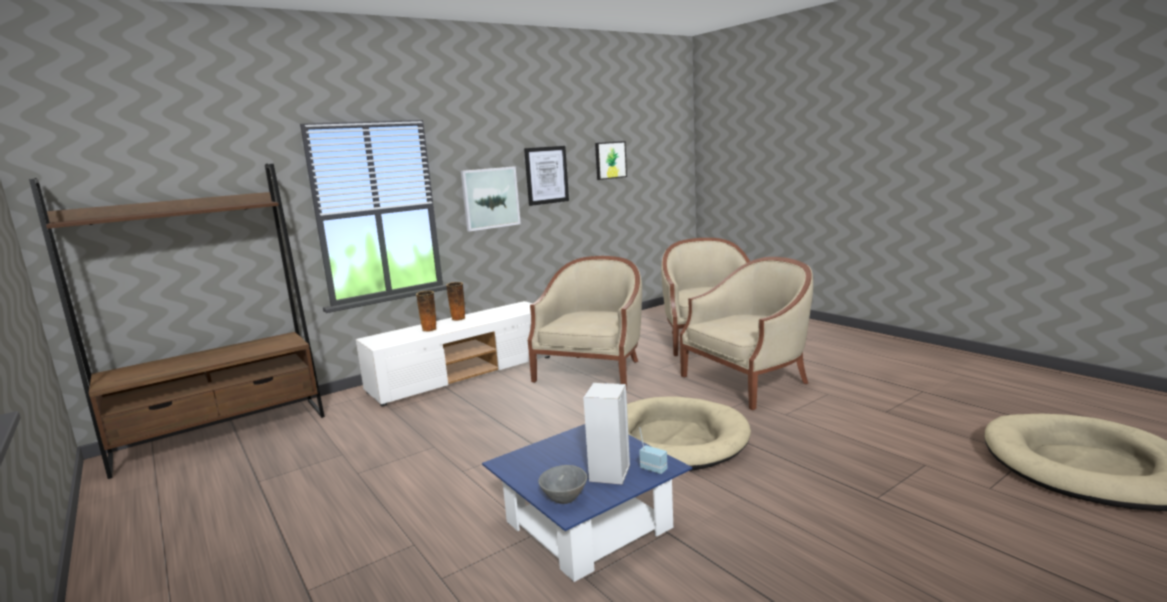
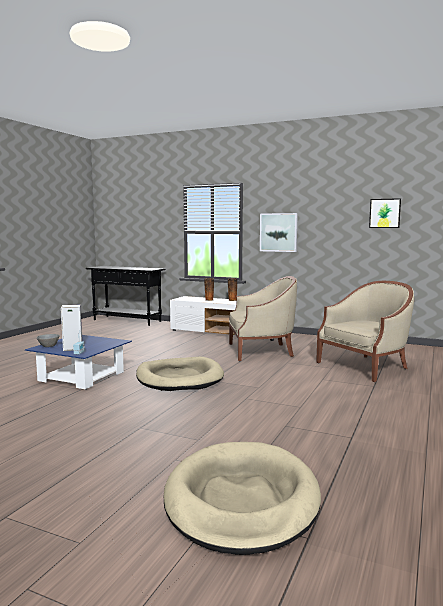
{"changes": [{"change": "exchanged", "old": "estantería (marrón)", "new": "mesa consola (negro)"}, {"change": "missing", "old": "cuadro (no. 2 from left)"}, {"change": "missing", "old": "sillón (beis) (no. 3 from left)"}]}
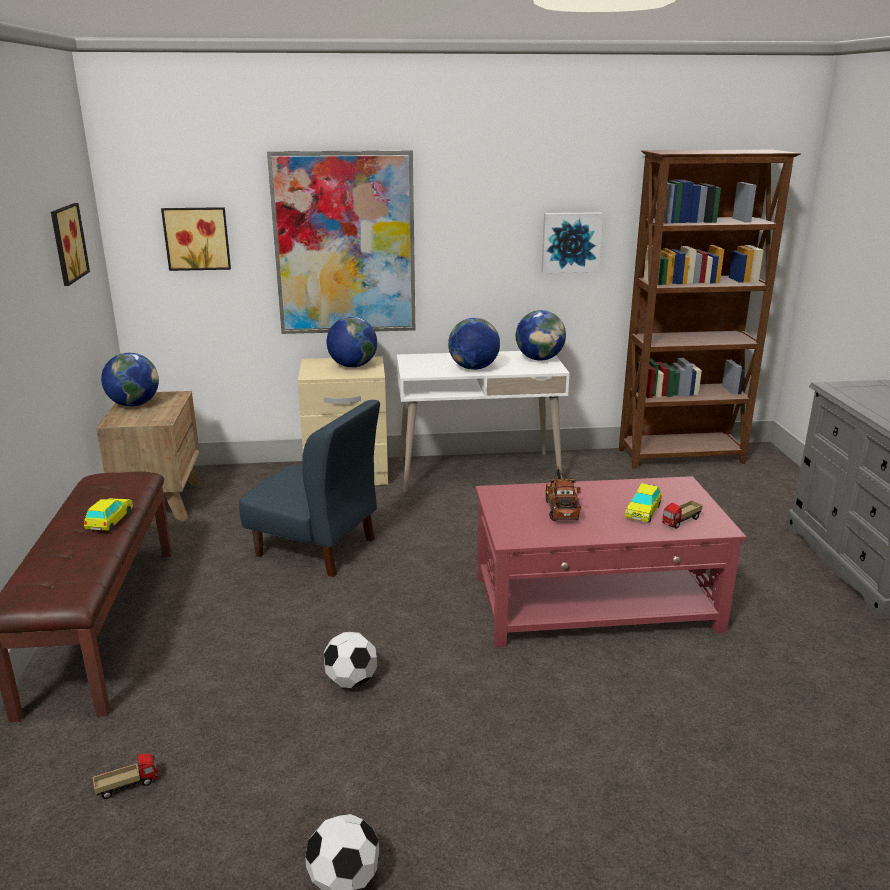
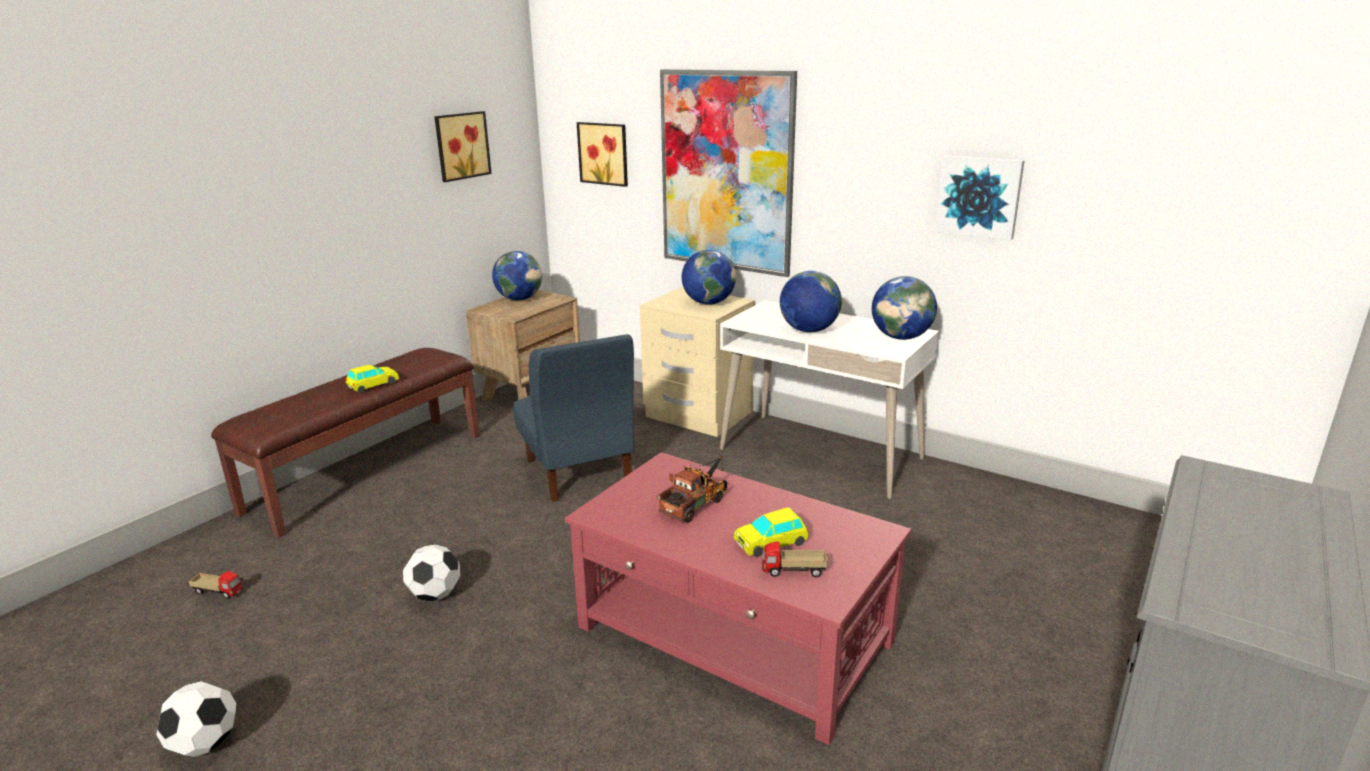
{"changes": [{"change": "missing", "old": "estantería (marrón)"}]}
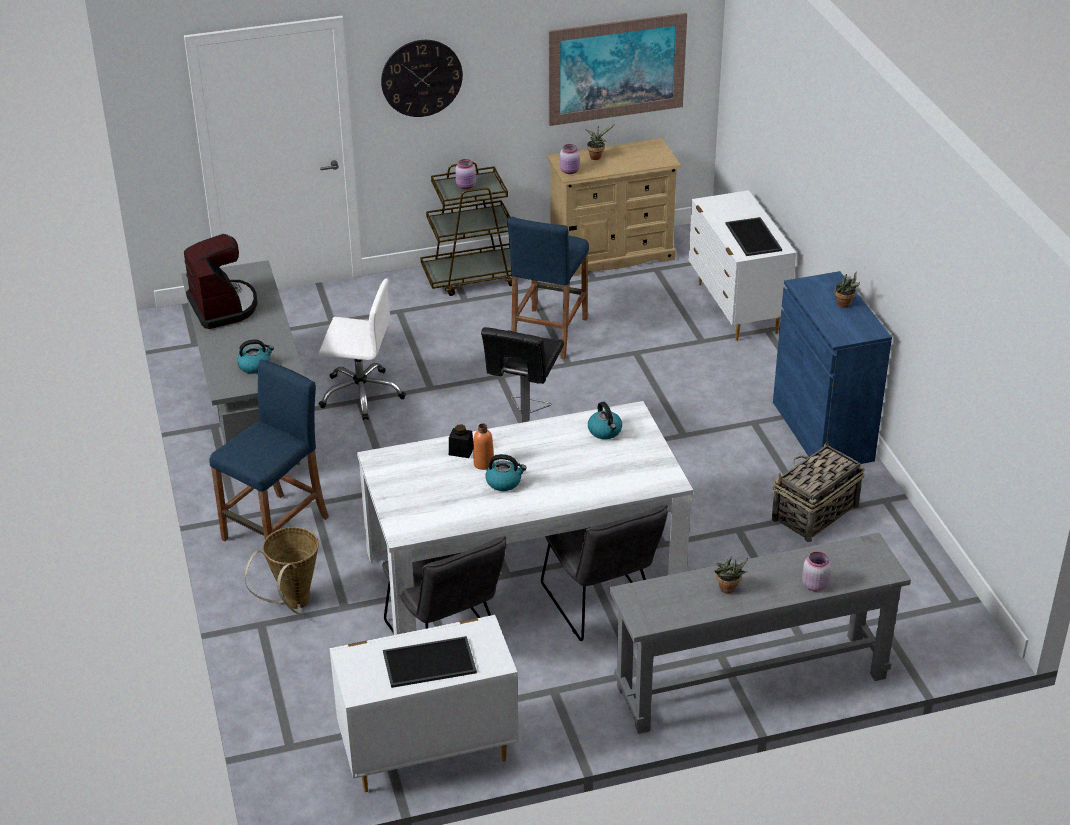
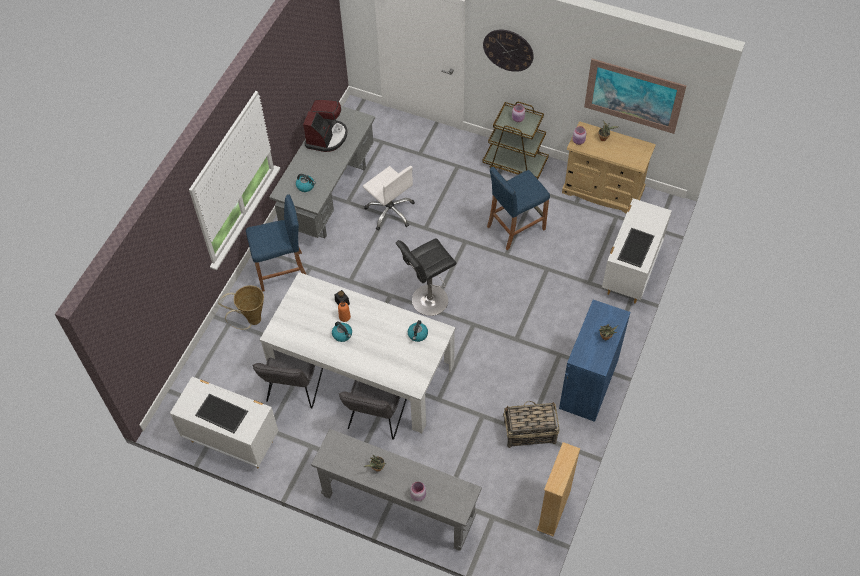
{"changes": [{"change": "appeared", "new": "estantería (beis)"}]}
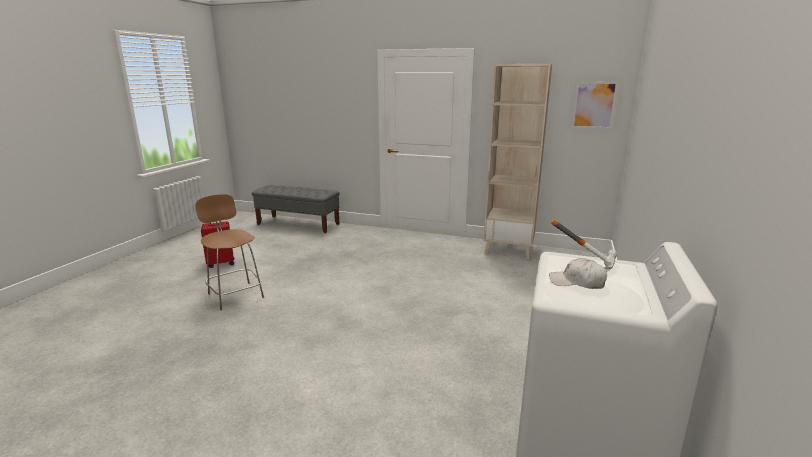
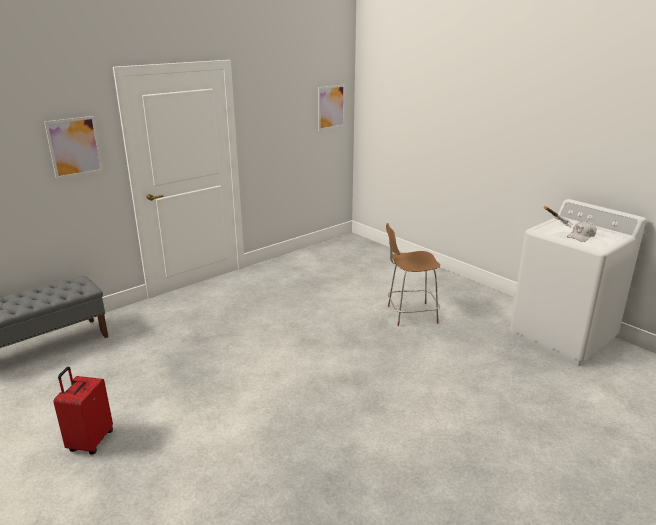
{"changes": [{"change": "relocated", "old": "silla (marrón)"}, {"change": "missing", "old": "estantería (beis)"}, {"change": "appeared", "new": "cuadro (no. 1 from left)"}]}
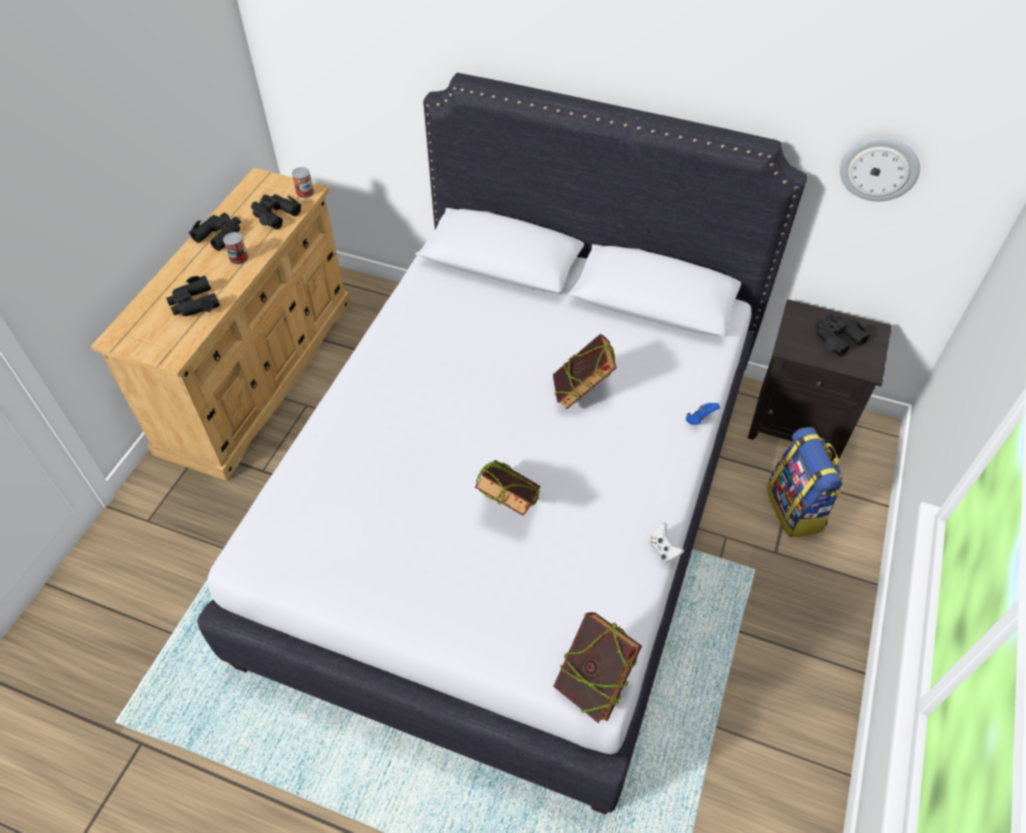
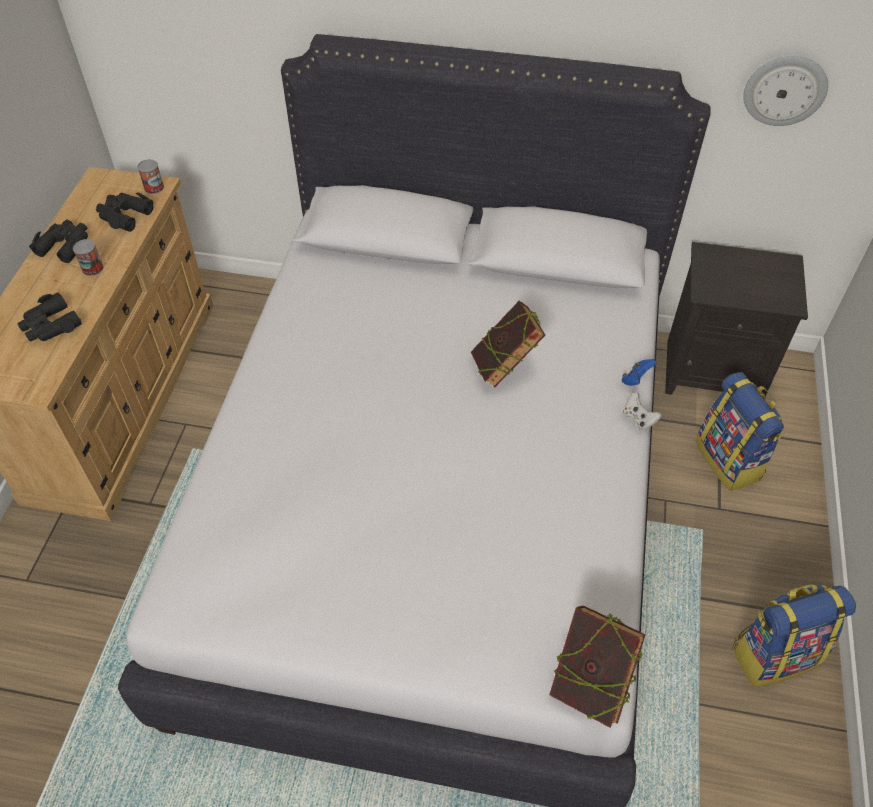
{"changes": [{"change": "missing", "old": "libro (no. 1 from left)"}, {"change": "relocated", "old": "mando de consola (blanco)"}, {"change": "missing", "old": "prismáticos (negro) (no. 4 from left)"}, {"change": "appeared", "new": "mochila (no. 2 from left)"}]}
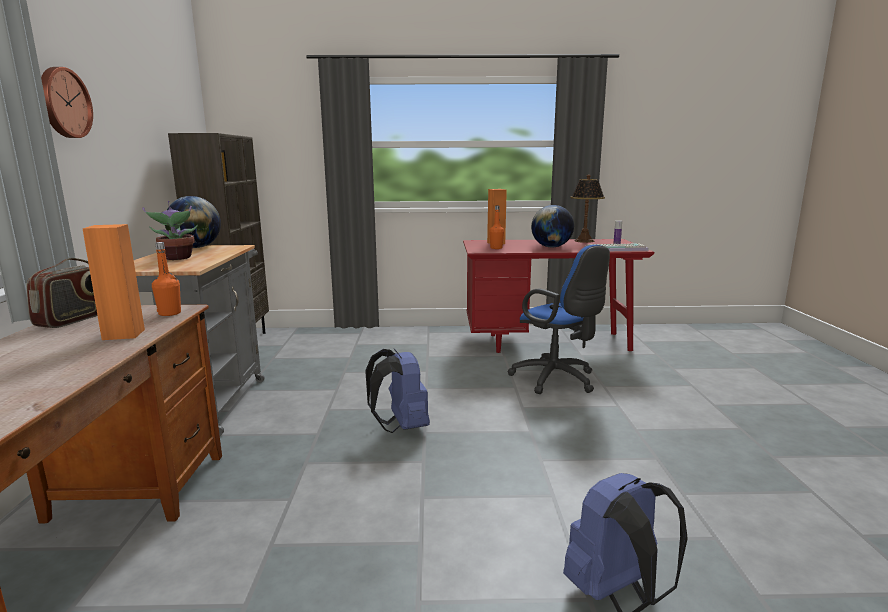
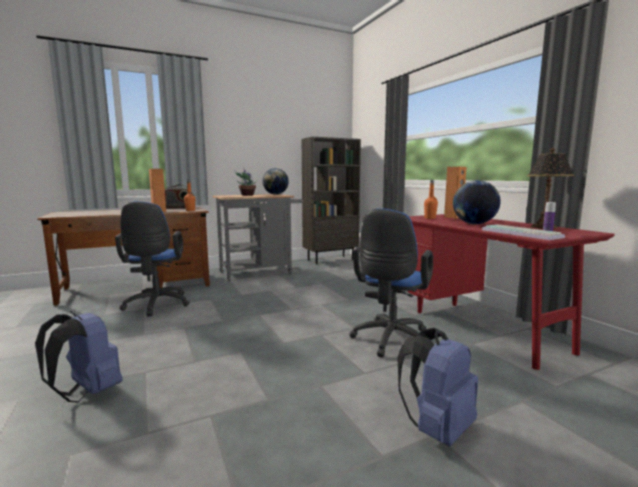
{"changes": [{"change": "missing", "old": "reloj de pared"}, {"change": "relocated", "old": "mochila (azul) (no. 1 from left in the first image)", "new": "mochila (azul) (no. 2 from left)"}, {"change": "appeared", "new": "silla de oficina (azul) (no. 1 from left)"}]}
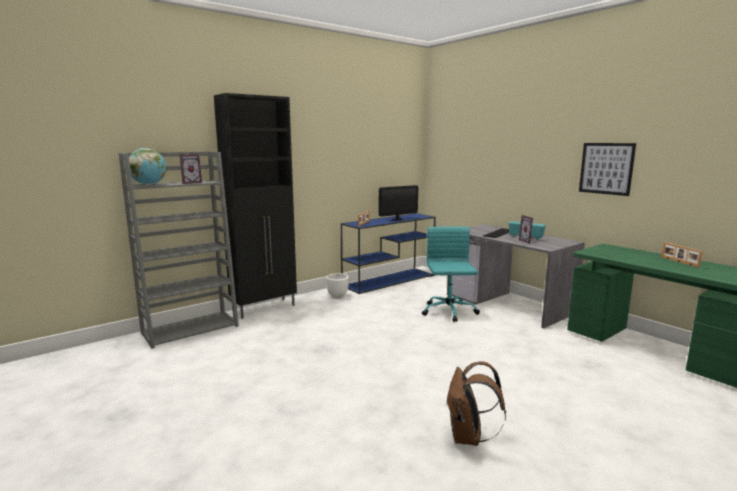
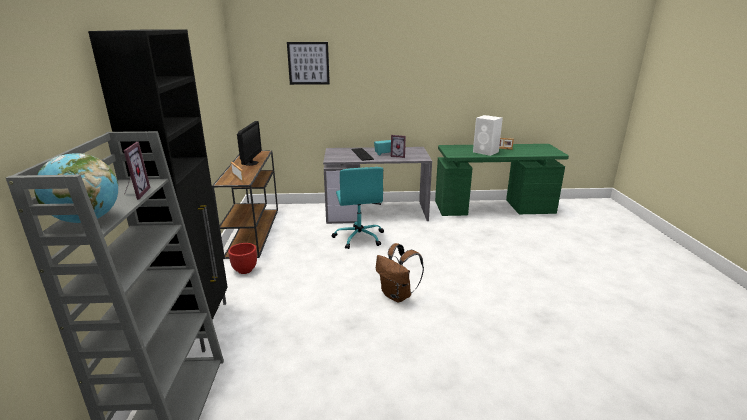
{"changes": [{"change": "colour", "old": "maceta (blanco)", "new": "maceta (rojo)"}, {"change": "colour", "old": "mesa consola (azul)", "new": "mesa consola (marrón)"}, {"change": "spun", "old": "silla de oficina (turquesa)", "degrees": -135}, {"change": "relocated", "old": "mochila (marrón)"}, {"change": "relocated", "old": "cuadro"}, {"change": "appeared", "new": "altavoz (blanco)"}]}
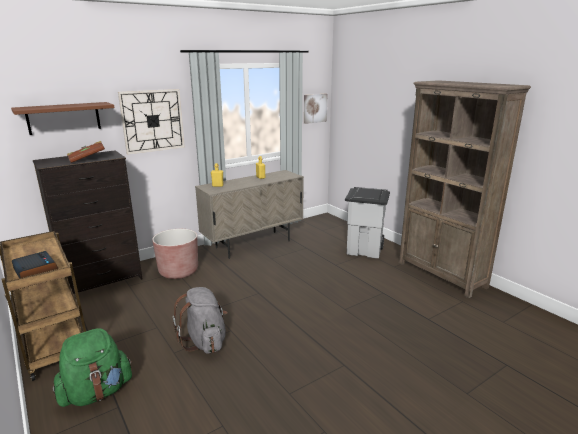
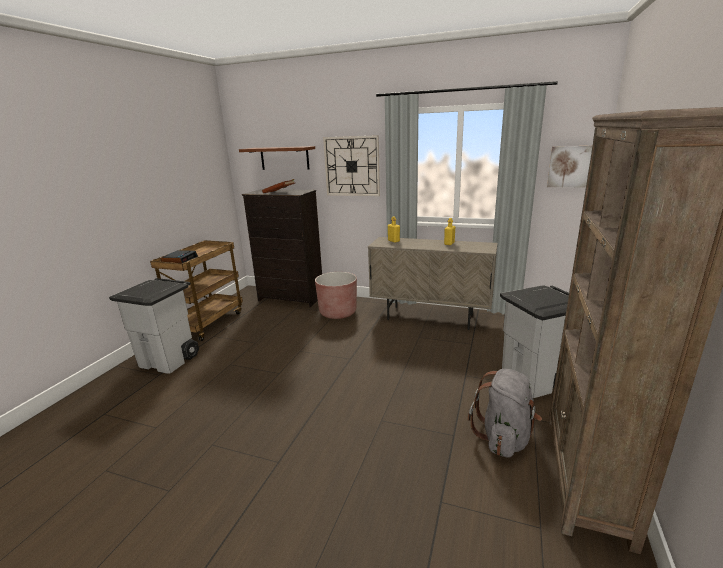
{"changes": [{"change": "exchanged", "old": "mochila (verde)", "new": "papelera (gris) (no. 1 from left)"}, {"change": "relocated", "old": "mochila (gris)"}]}
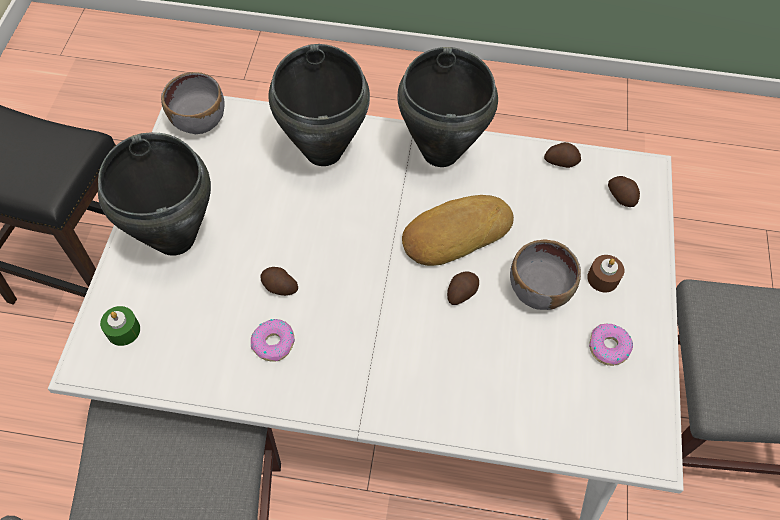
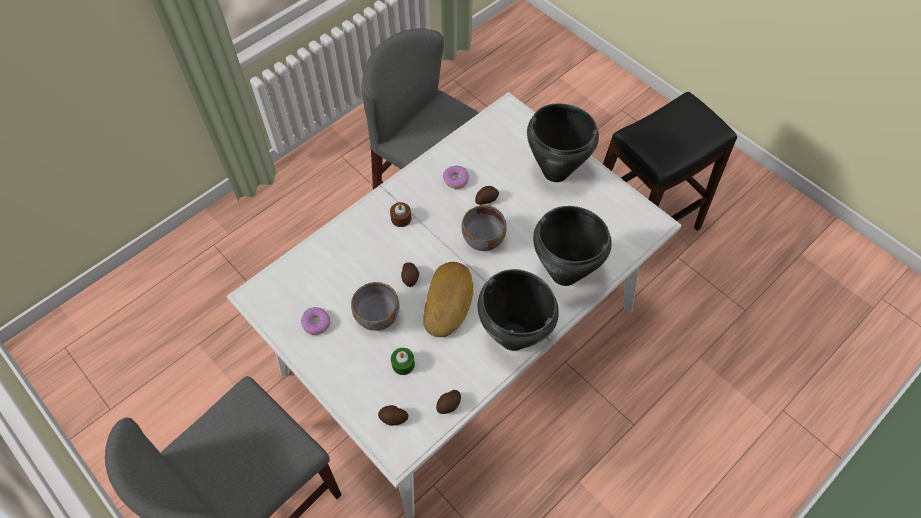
{"changes": [{"change": "relocated", "old": "vela (verde)"}, {"change": "relocated", "old": "cuenco (gris) (no. 1 from left in the first image)", "new": "cuenco (gris) (no. 2 from left)"}, {"change": "relocated", "old": "vela (marrón)"}]}
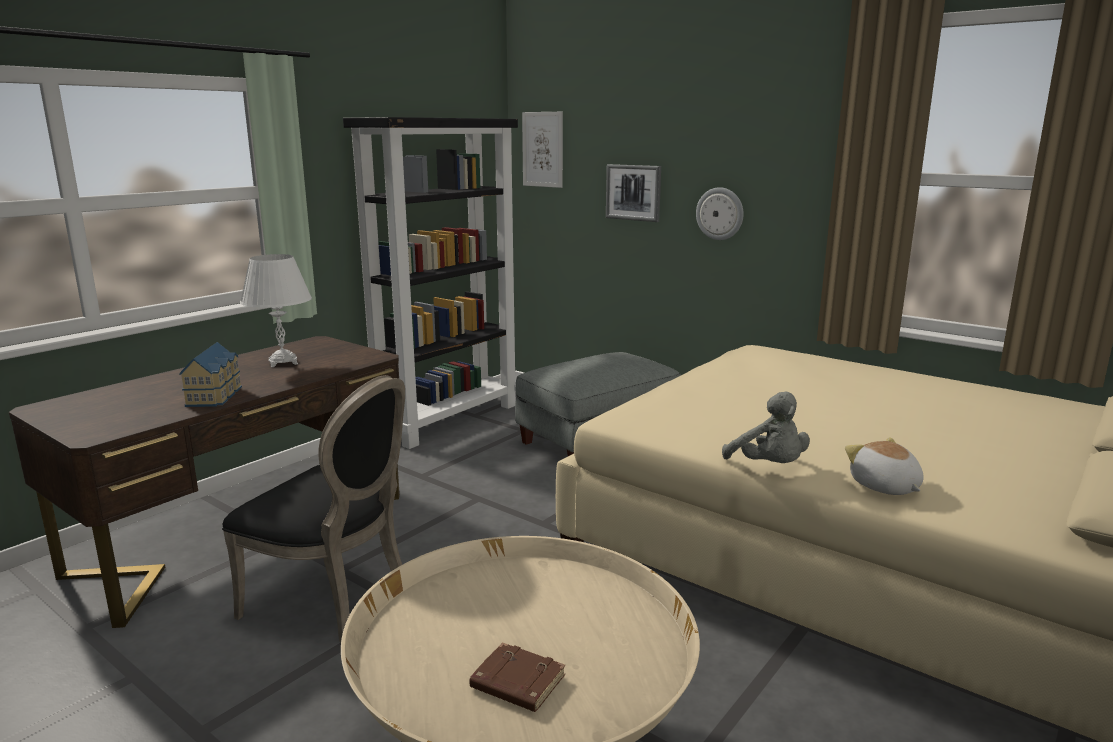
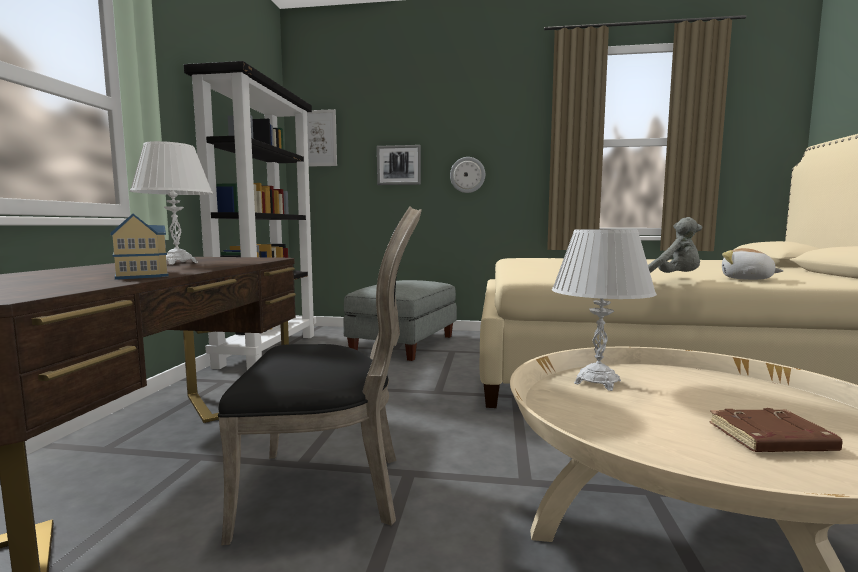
{"changes": [{"change": "appeared", "new": "lámpara de mesa (blanco) (no. 2 from left)"}]}
